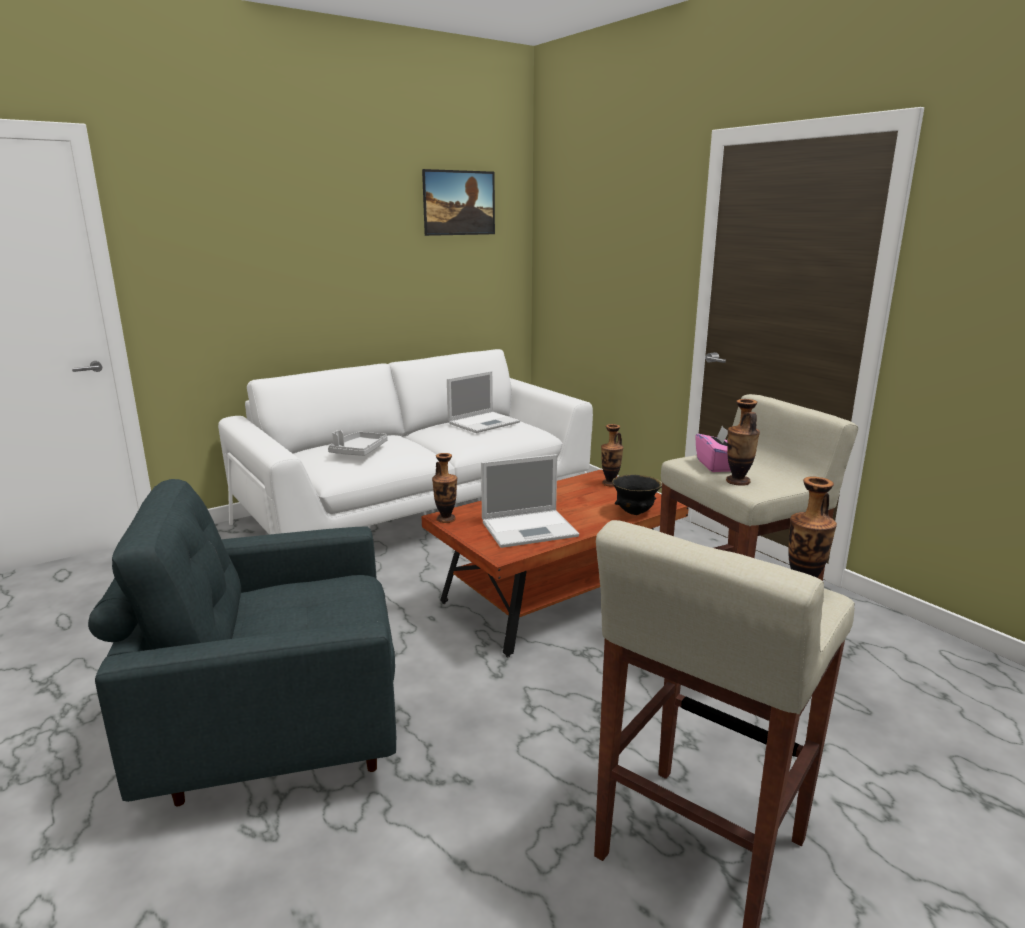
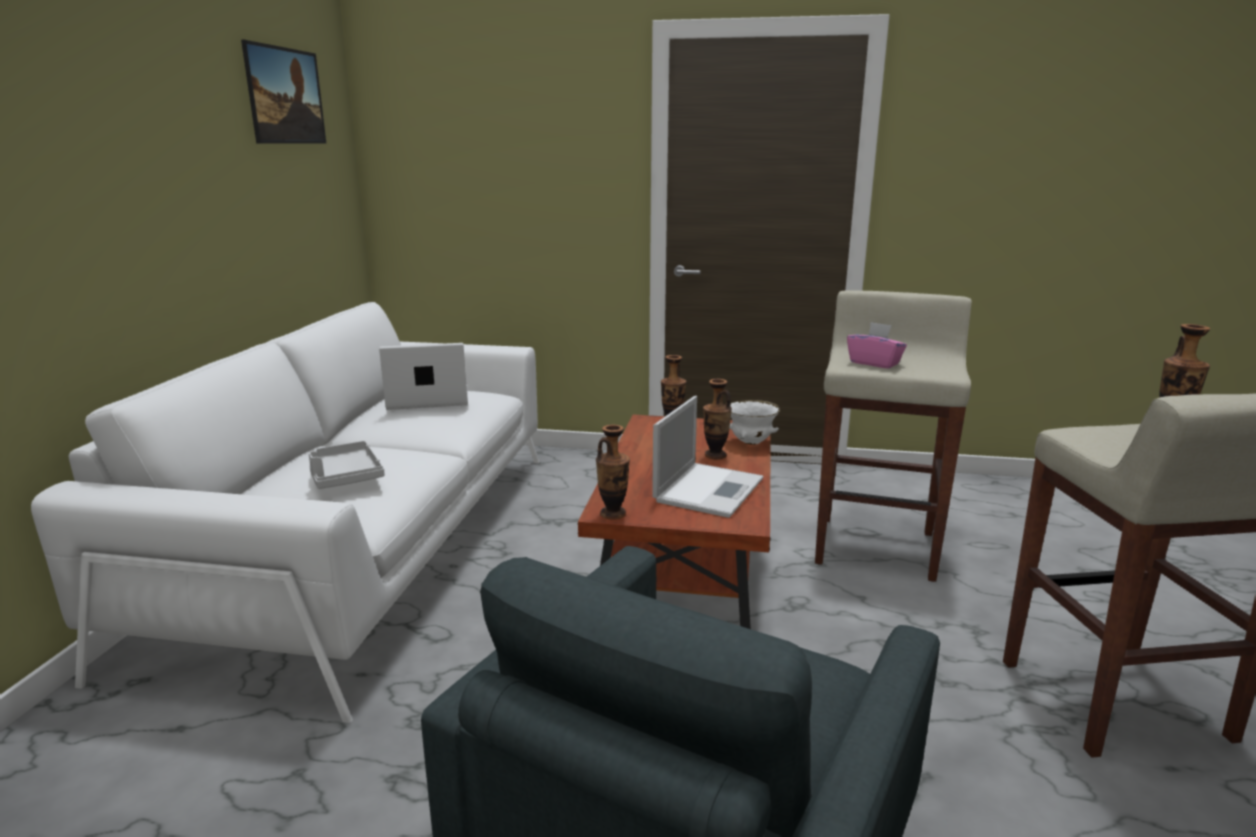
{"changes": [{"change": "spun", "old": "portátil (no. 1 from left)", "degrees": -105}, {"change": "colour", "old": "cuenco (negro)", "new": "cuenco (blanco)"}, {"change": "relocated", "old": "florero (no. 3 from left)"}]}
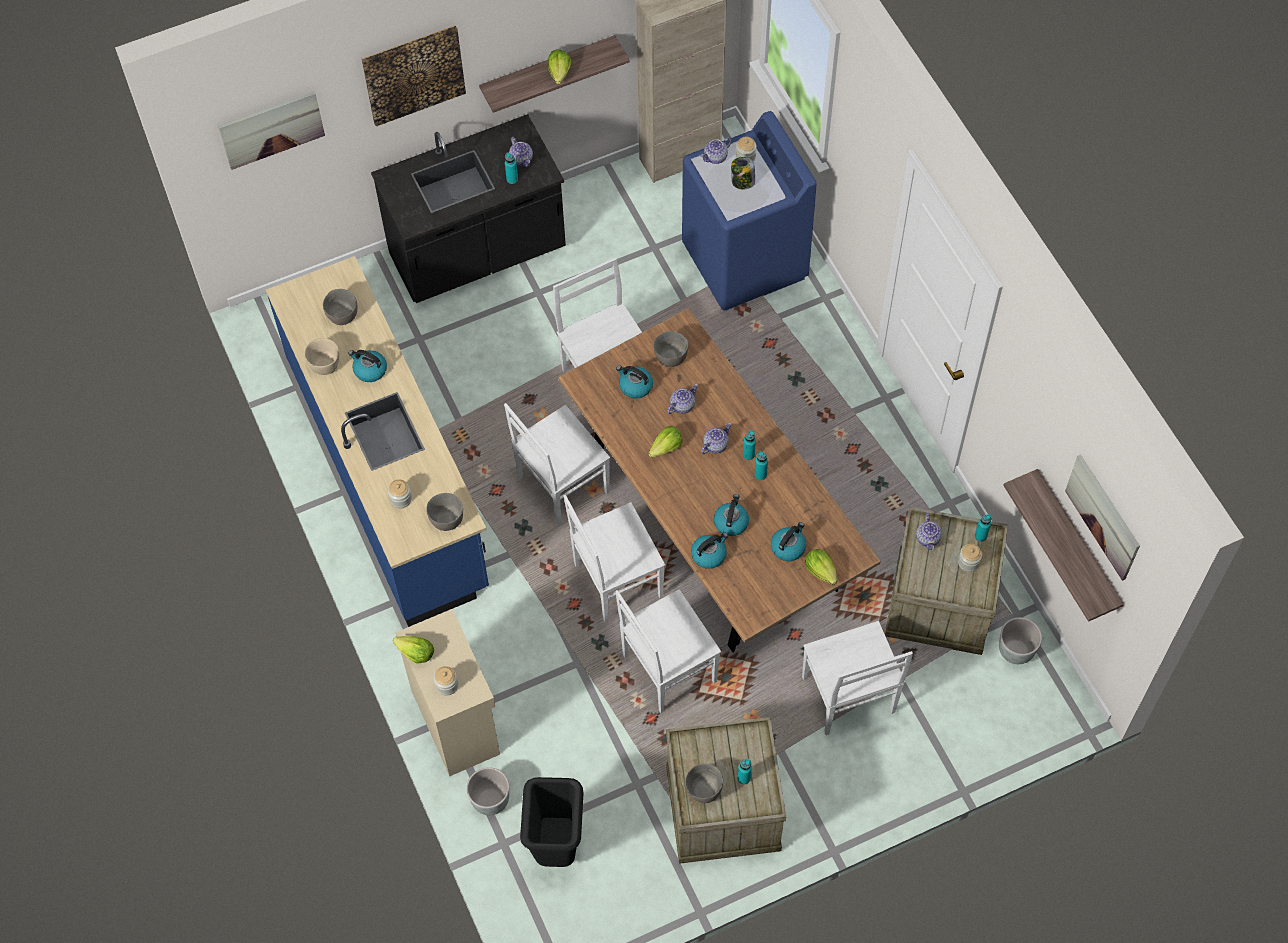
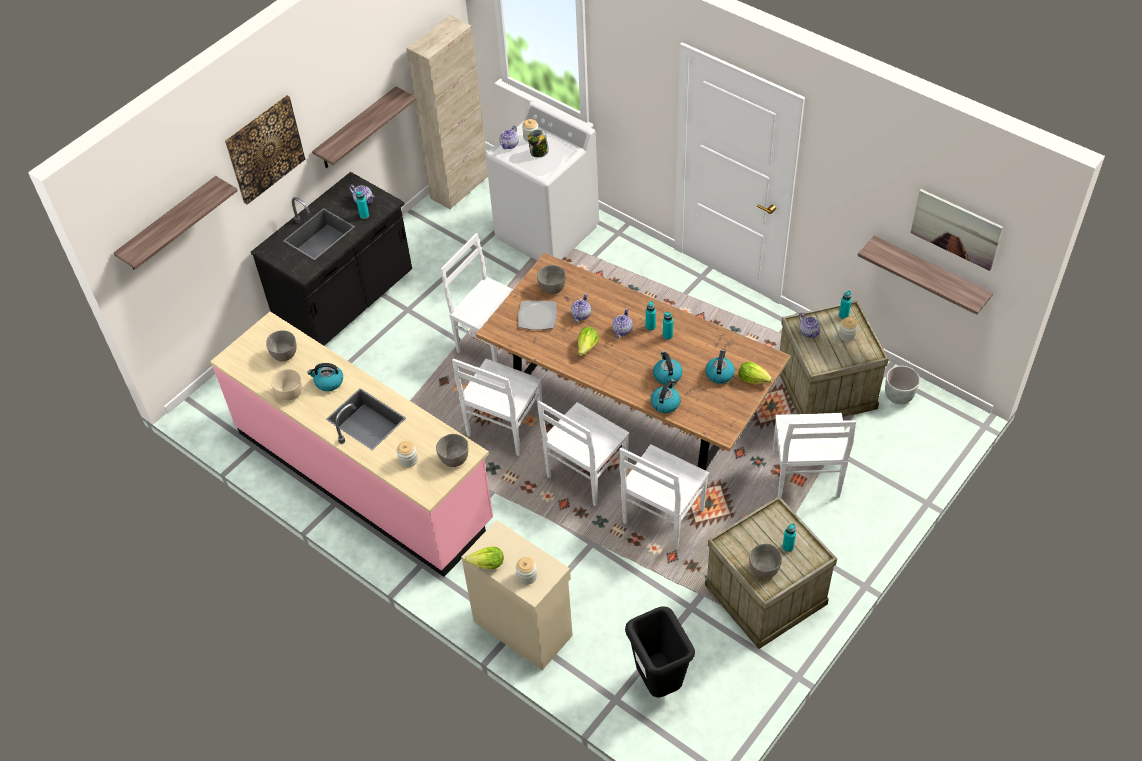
{"changes": [{"change": "exchanged", "old": "cuadro (no. 1 from left)", "new": "estante (no. 1 from left)"}, {"change": "colour", "old": "mueble bajo de cocina (azul)", "new": "mueble bajo de cocina (rosa)"}, {"change": "missing", "old": "maceta (gris) (no. 1 from left)"}, {"change": "missing", "old": "lechuga (no. 2 from left)"}, {"change": "exchanged", "old": "hervidor (no. 2 from left)", "new": "plato"}, {"change": "colour", "old": "lavadora (azul)", "new": "lavadora (blanco)"}, {"change": "spun", "old": "silla (blanco) (no. 5 from left)", "degrees": 45}]}
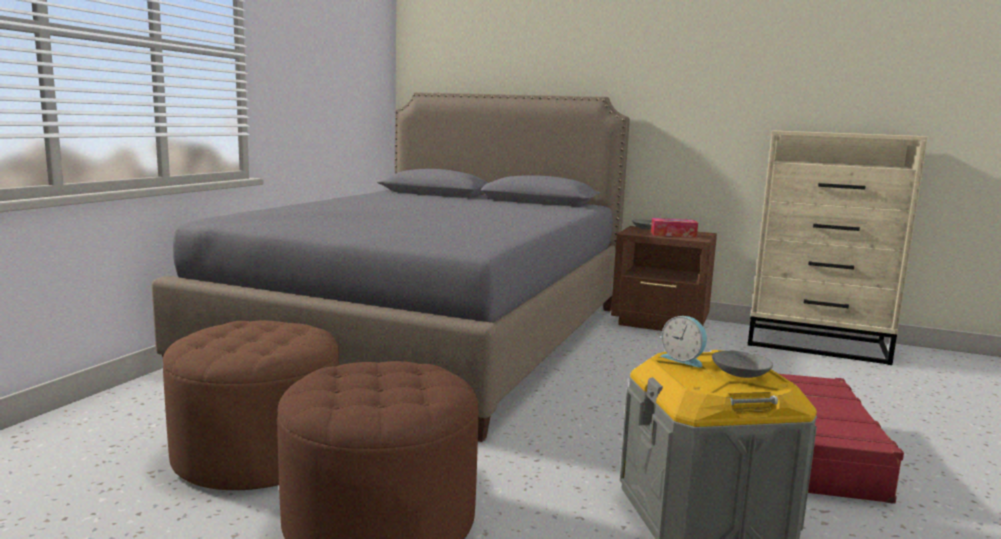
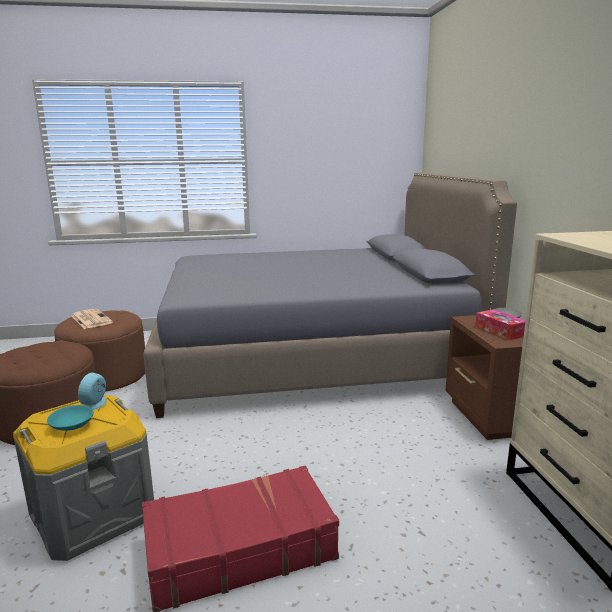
{"changes": [{"change": "colour", "old": "cuenco (gris) (no. 2 from left)", "new": "cuenco (turquesa)"}, {"change": "appeared", "new": "periódico"}]}
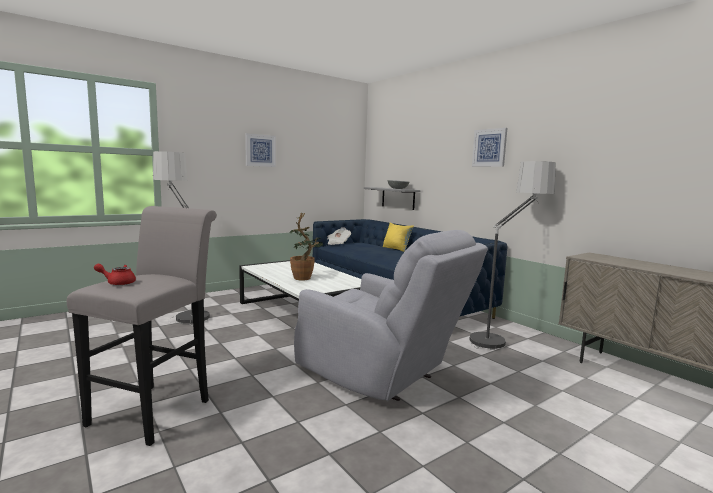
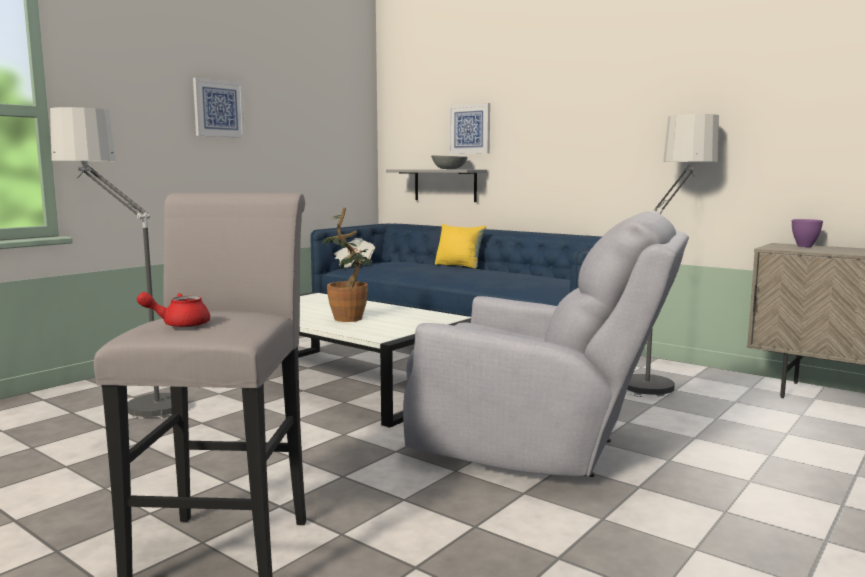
{"changes": [{"change": "relocated", "old": "cuadro (no. 2 from left)"}, {"change": "appeared", "new": "cuenco (morado)"}]}
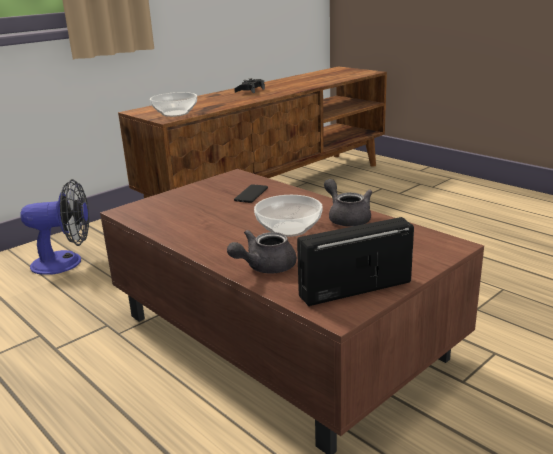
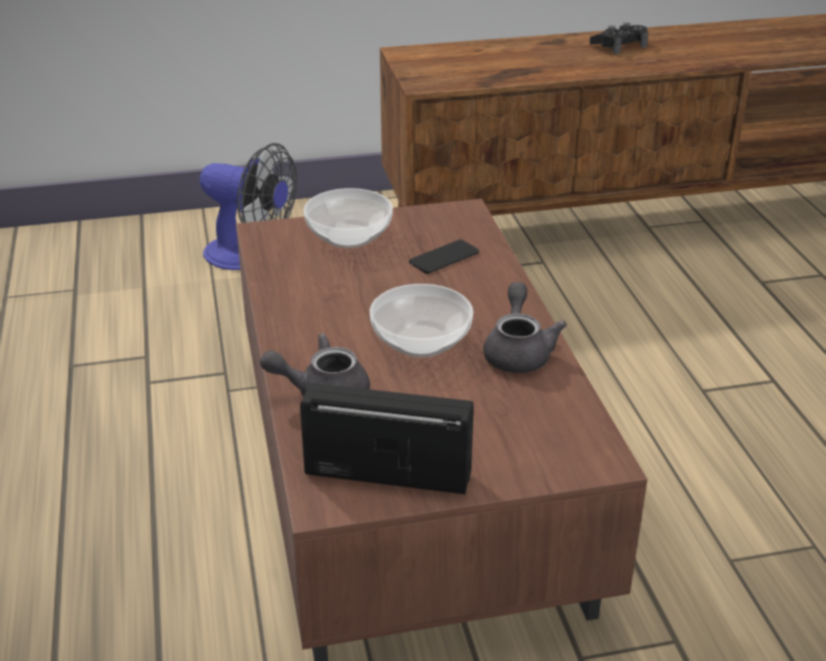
{"changes": [{"change": "relocated", "old": "cuenco (no. 1 from left)"}]}
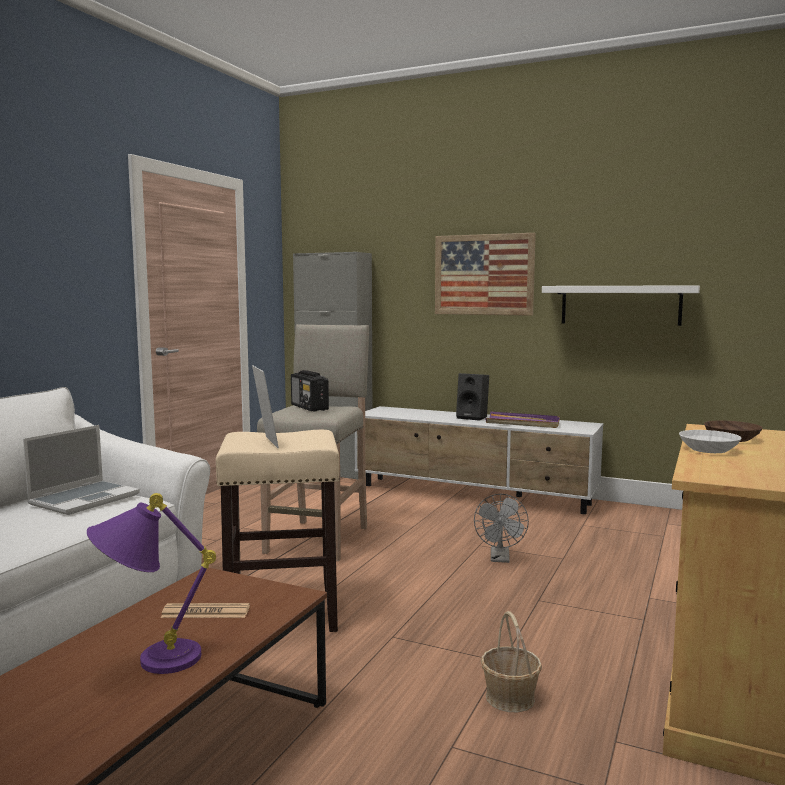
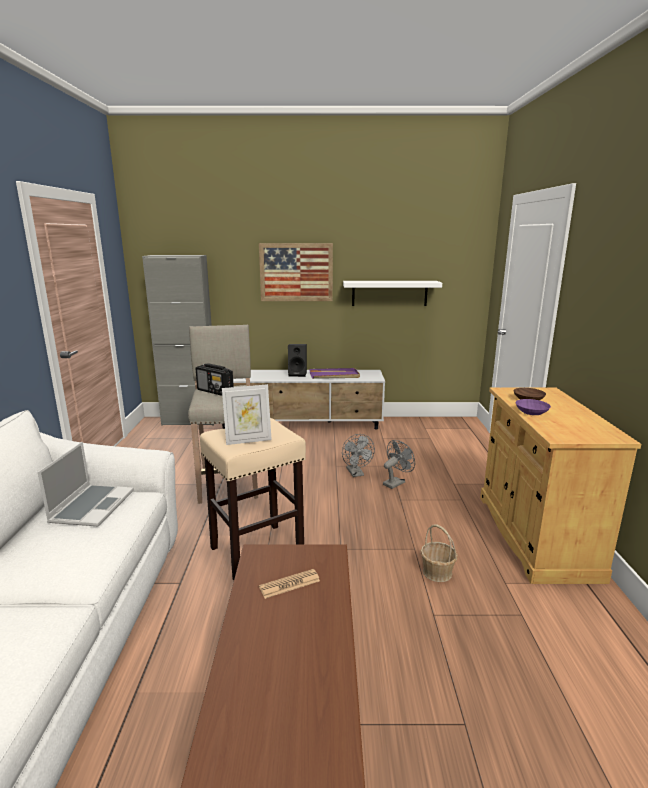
{"changes": [{"change": "missing", "old": "lámpara de mesa (morado)"}, {"change": "spun", "old": "portarretratos", "degrees": 120}, {"change": "colour", "old": "cuenco (blanco)", "new": "cuenco (morado)"}, {"change": "appeared", "new": "ventilador (gris) (no. 2 from left)"}]}
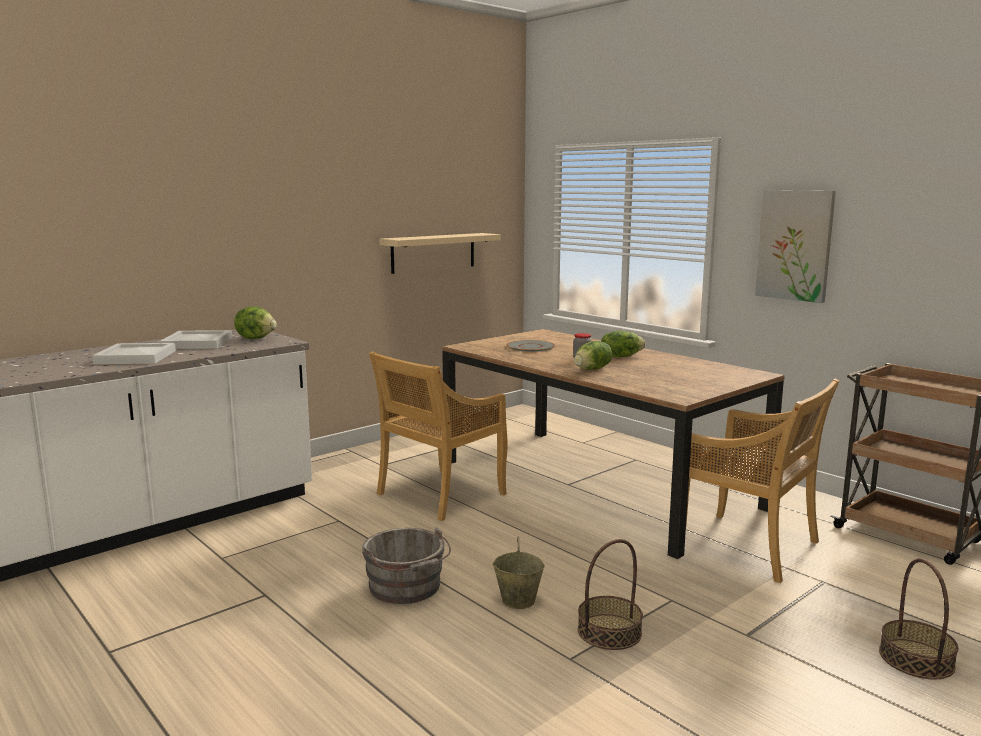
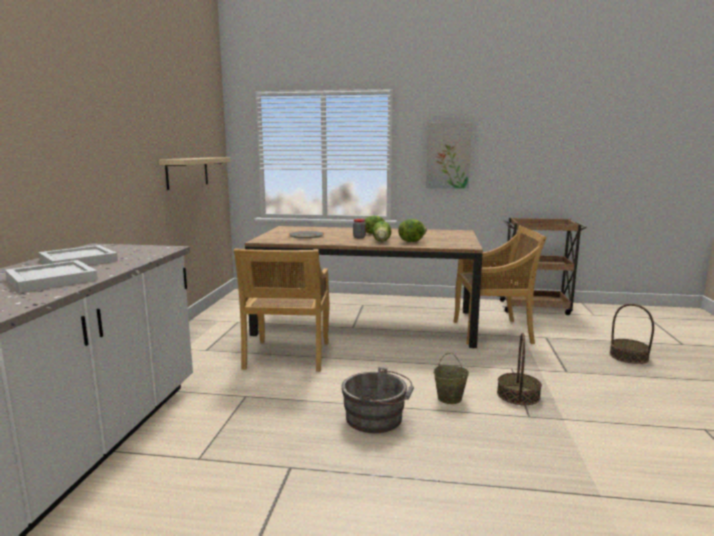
{"changes": [{"change": "relocated", "old": "lechuga (no. 1 from left in the first image)", "new": "lechuga (no. 3 from left)"}]}
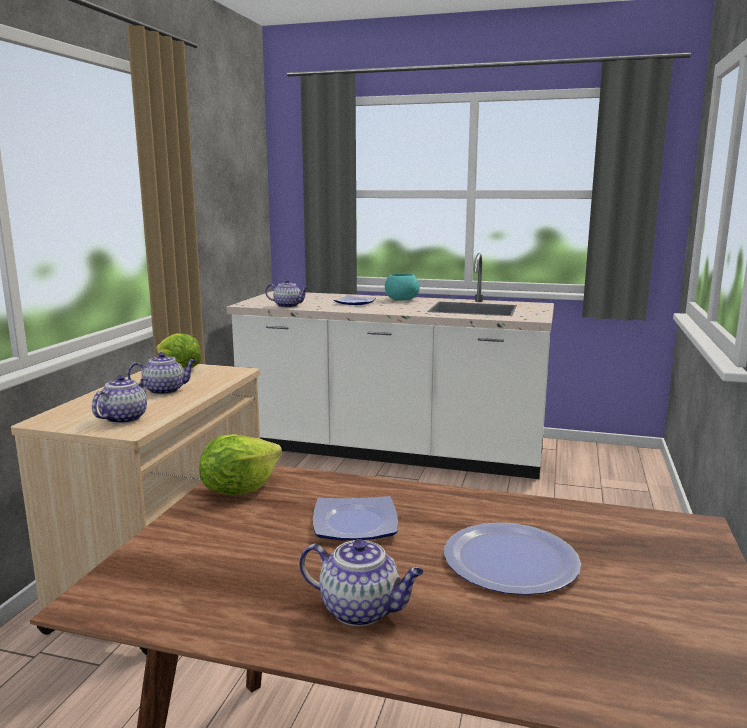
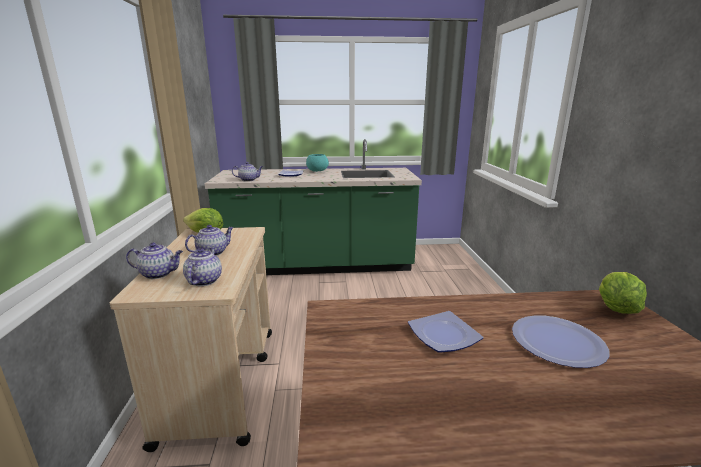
{"changes": [{"change": "relocated", "old": "lechuga (no. 2 from left)"}, {"change": "colour", "old": "mueble bajo de cocina (blanco)", "new": "mueble bajo de cocina (verde)"}, {"change": "relocated", "old": "tetera (no. 4 from left in the first image)", "new": "tetera (no. 1 from left)"}]}
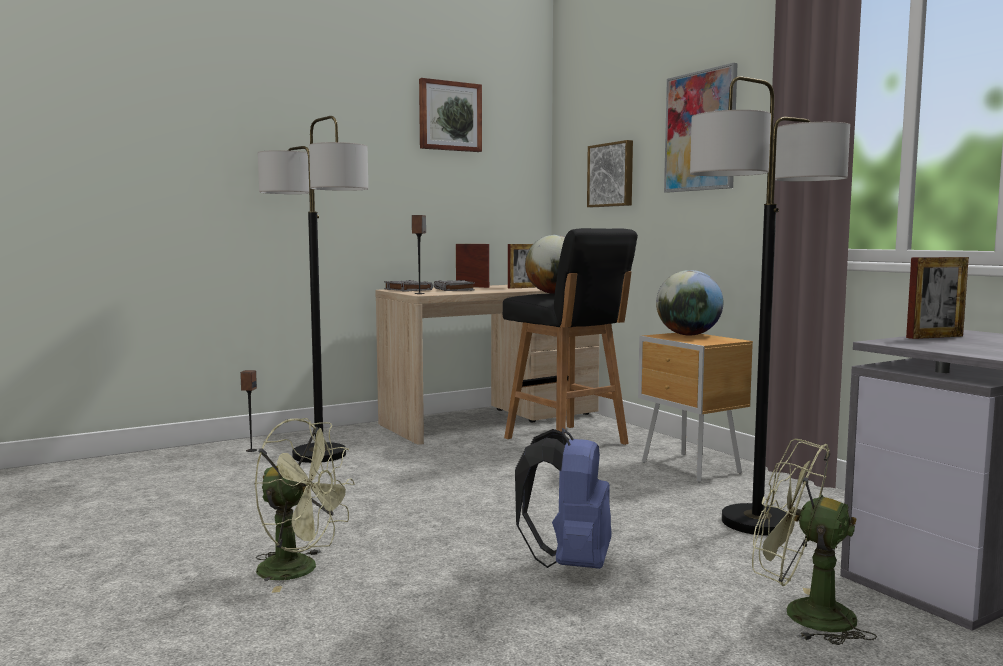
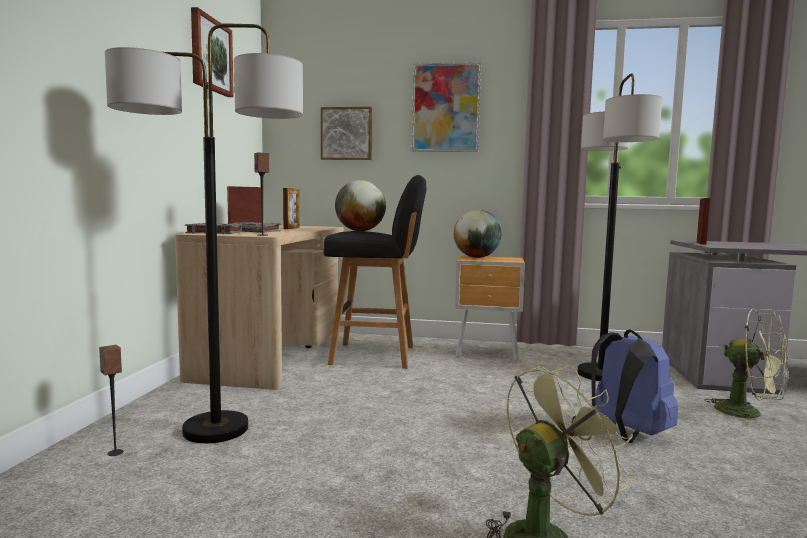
{"changes": [{"change": "spun", "old": "ventilador (verde) (no. 2 from left)", "degrees": -120}]}
